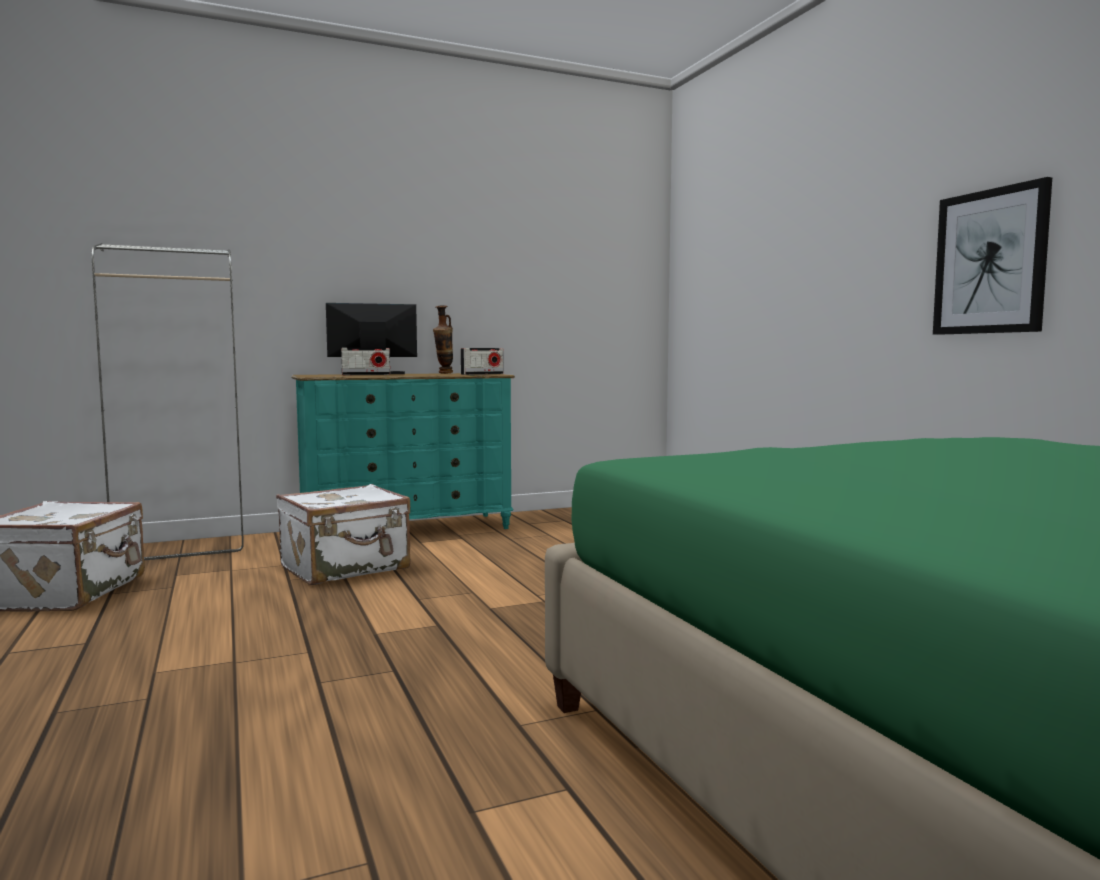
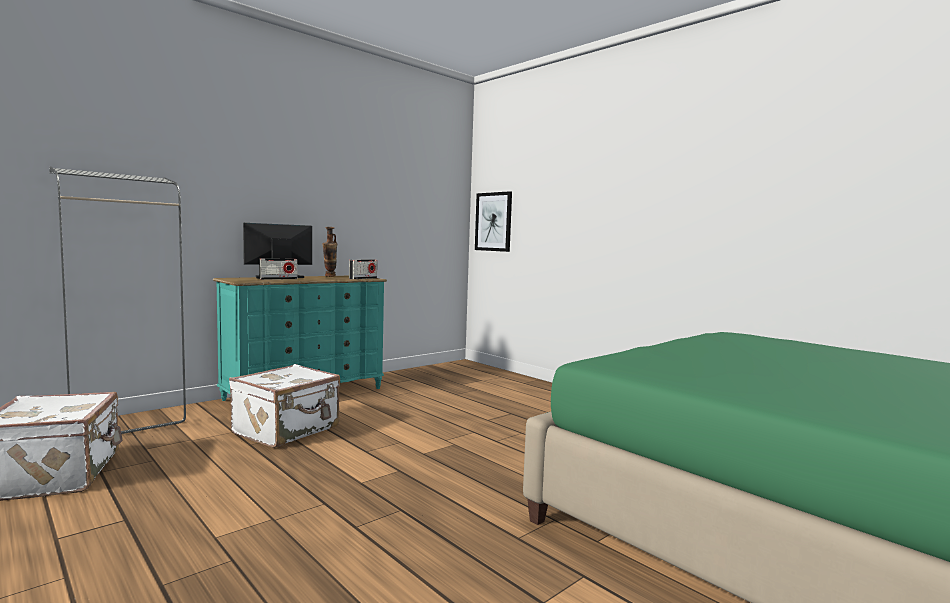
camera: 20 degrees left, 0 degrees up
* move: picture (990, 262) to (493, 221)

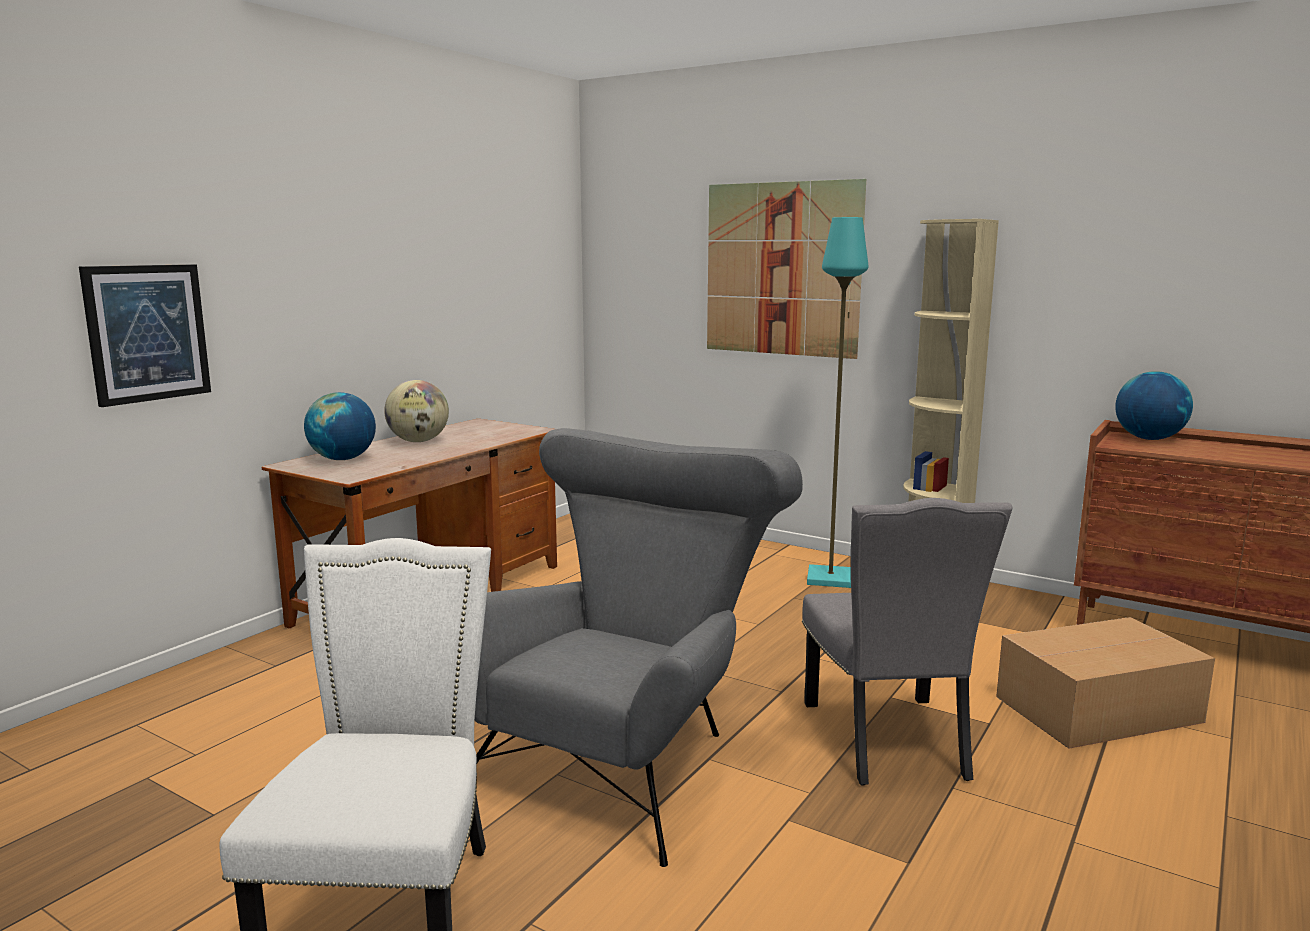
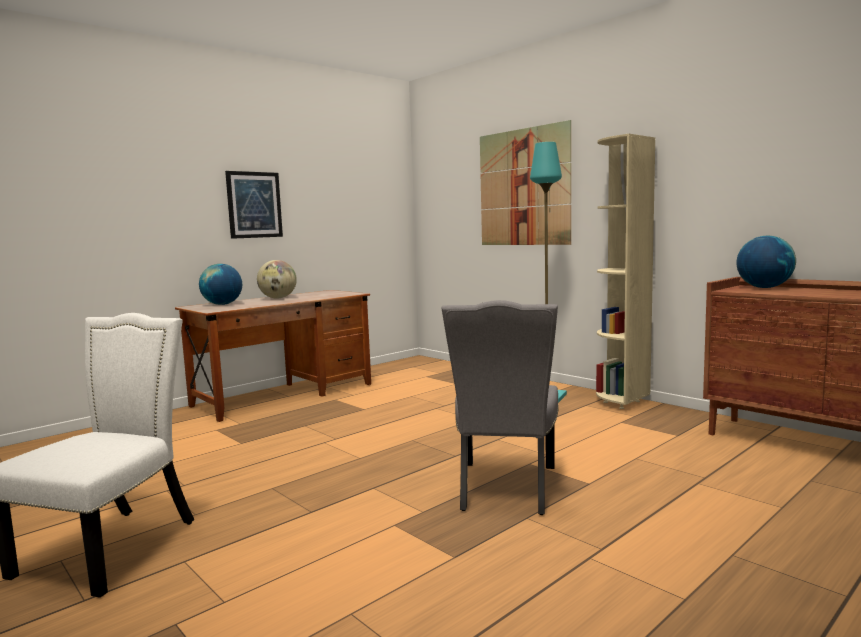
camera: 15 degrees right, 5 degrees down
* delete: grey armchair (624, 754)
* delete: cardboard box (1101, 709)
* move: picture (147, 333) to (254, 205)

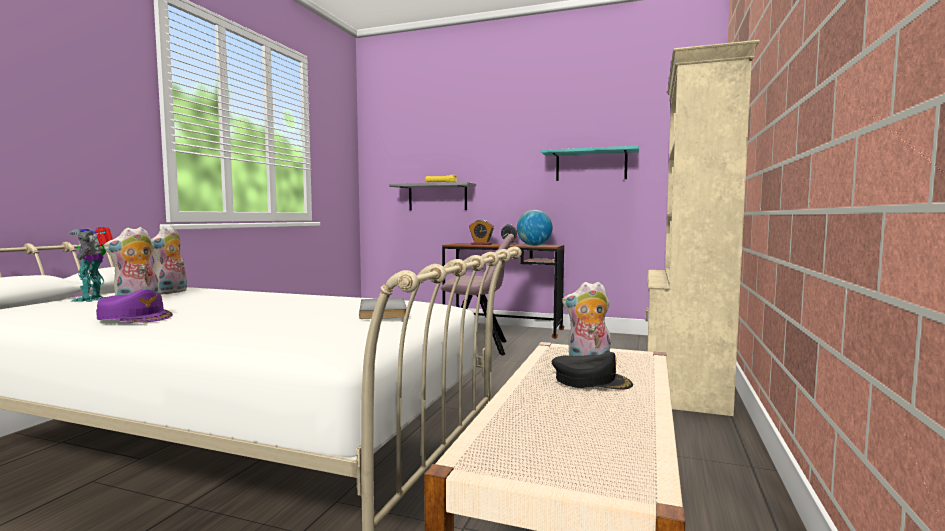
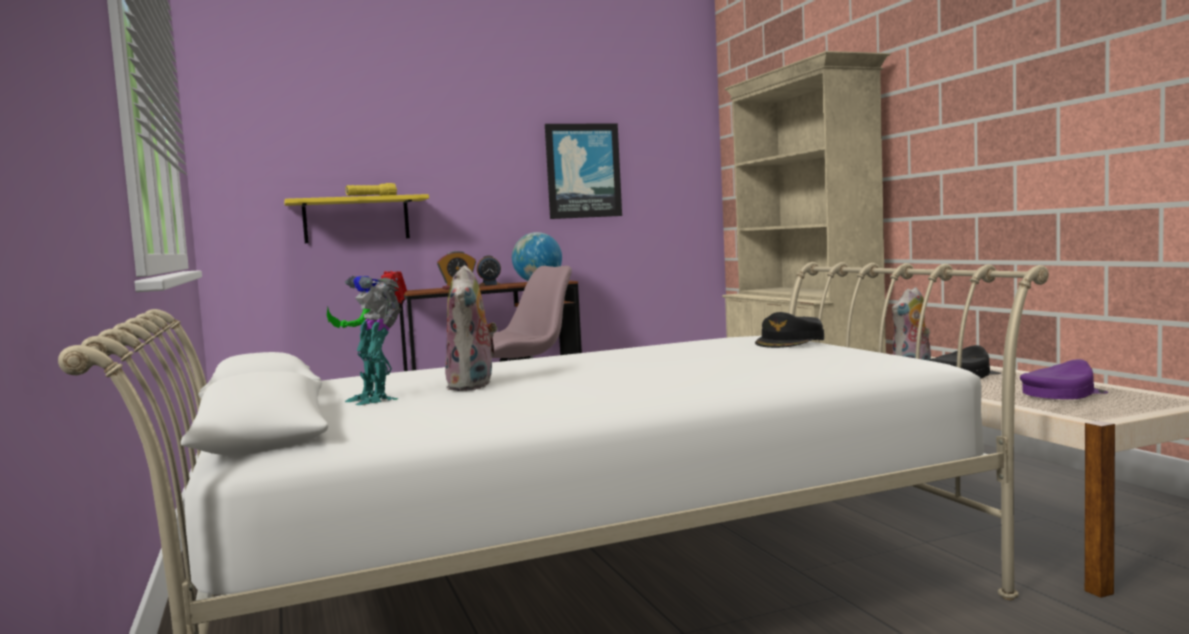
camera: 40 degrees left, 0 degrees up
* delete: plush toy (171, 292)
* move: purple cap (135, 317) to (1062, 393)
* replace: grey book (385, 311) to black cap (790, 342)
* replace: turquoise shelf (591, 165) to picture (583, 171)
* recolor: grey shelf (437, 197) to yellow shelf (356, 219)

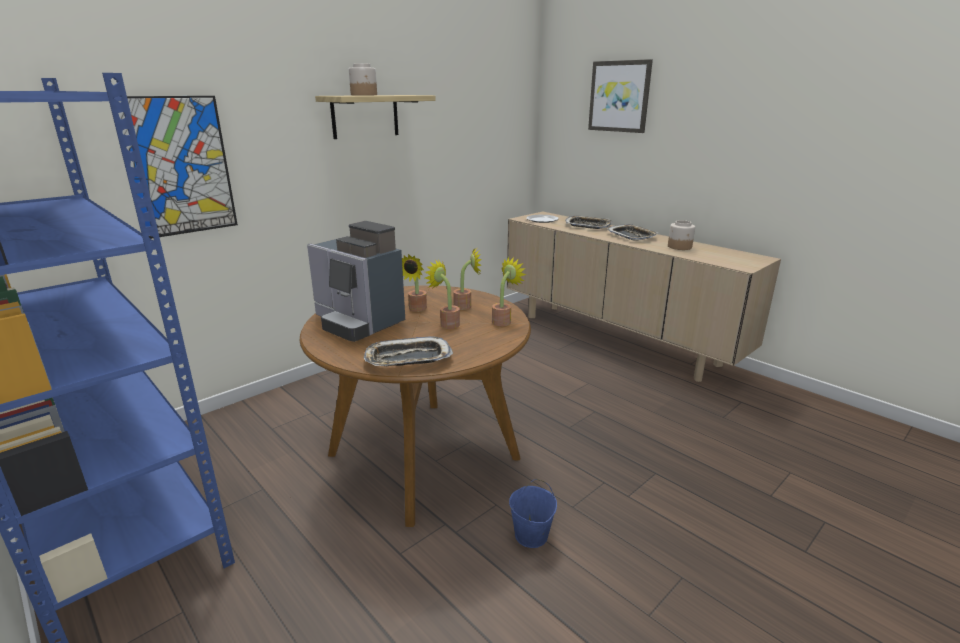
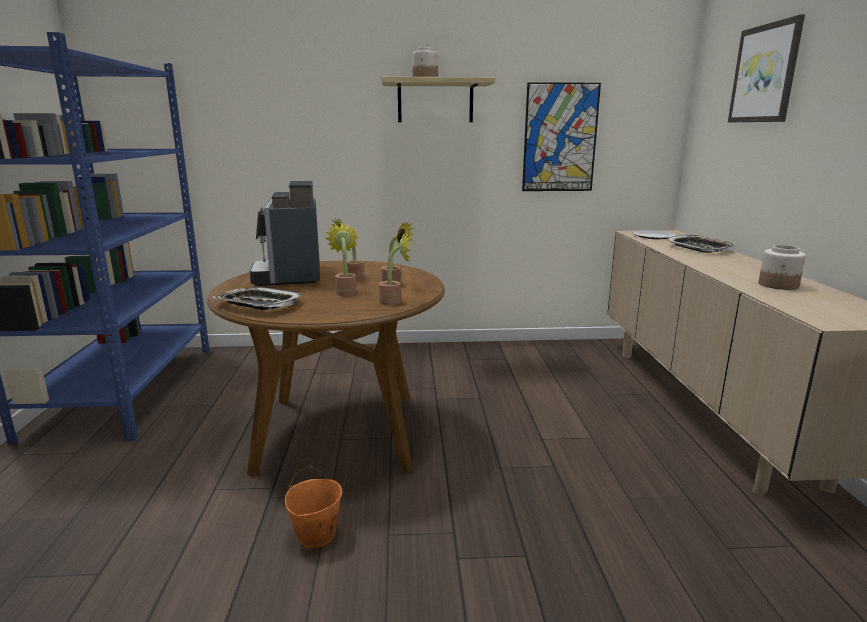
camera: 40 degrees right, 5 degrees down
* delete: tray (631, 236)
* move: picture (179, 166) to (560, 138)
* recolor: blue bucket (531, 535) to orange bucket (316, 535)

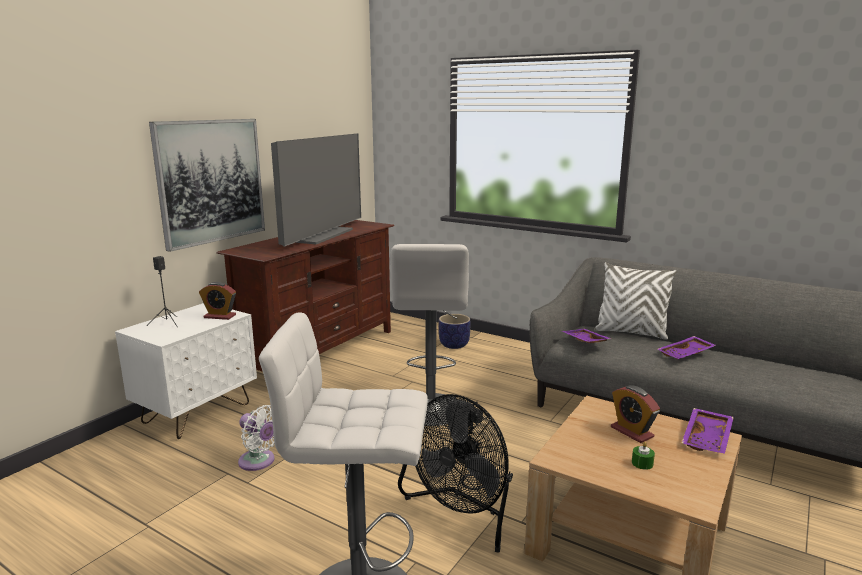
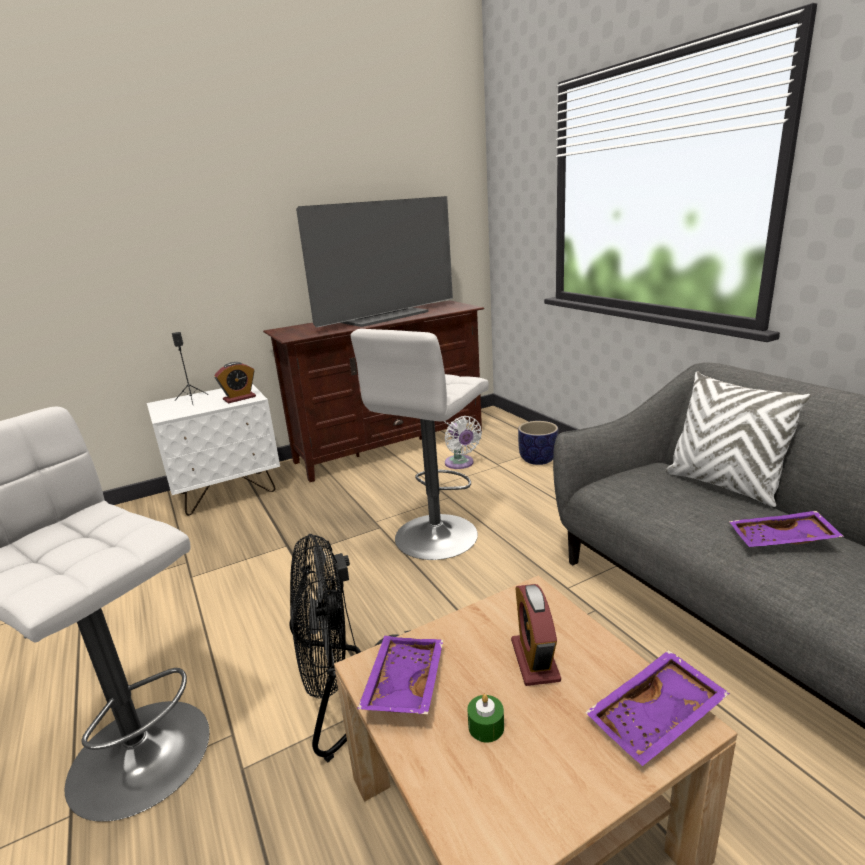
camera: 30 degrees right, 5 degrees up
* delete: picture (211, 181)
* move: white fan (259, 462) to (460, 464)
* move: purple tray (584, 341) to (403, 684)
* rotate: alarm clock (220, 316) = (239, 398) 75 degrees counterclockwise

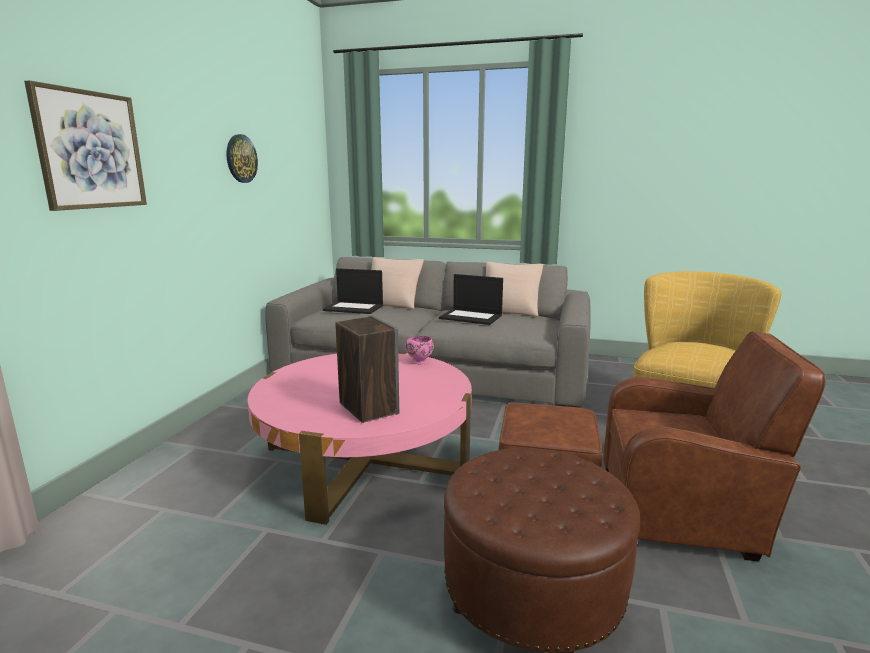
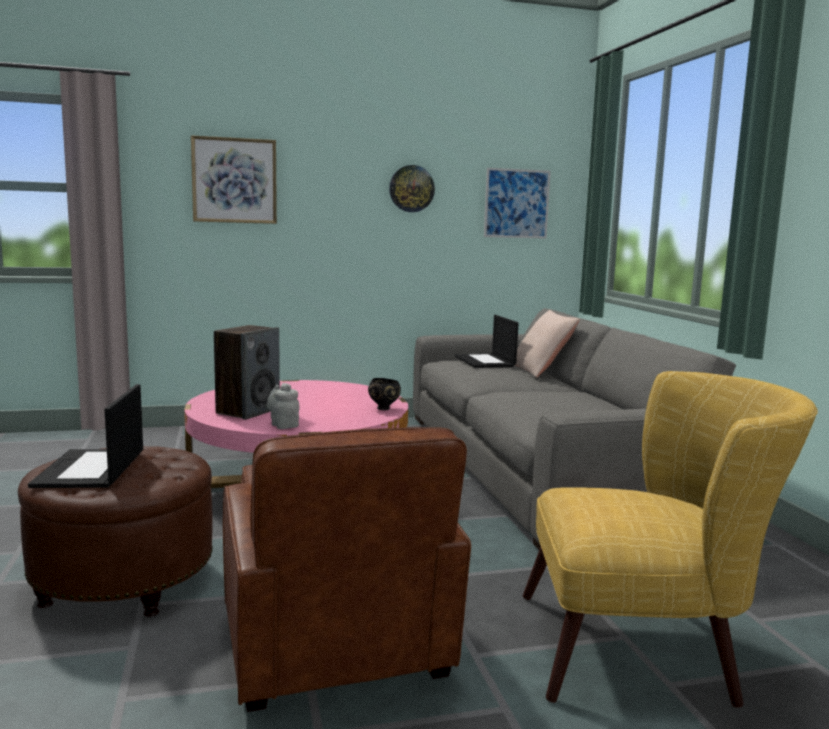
camera: 60 degrees right, 5 degrees down
* delete: beige pillow (510, 310)
* insert: grey teapot (283, 425)
* insert: picture (516, 203)
* move: laptop (471, 317) to (91, 469)
* recolor: pink bowl (420, 362) to black bowl (384, 408)

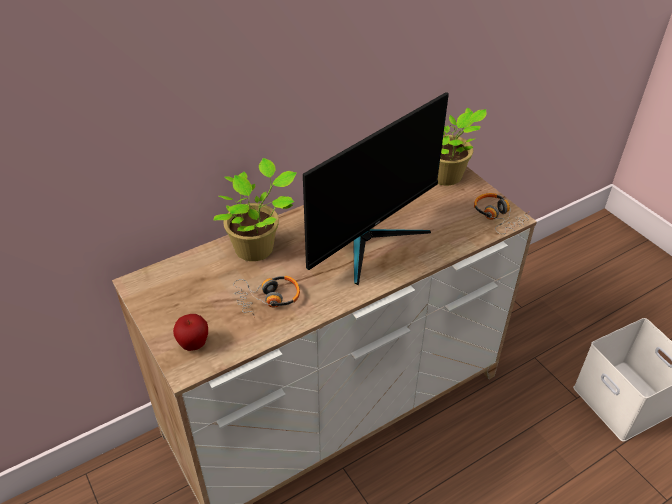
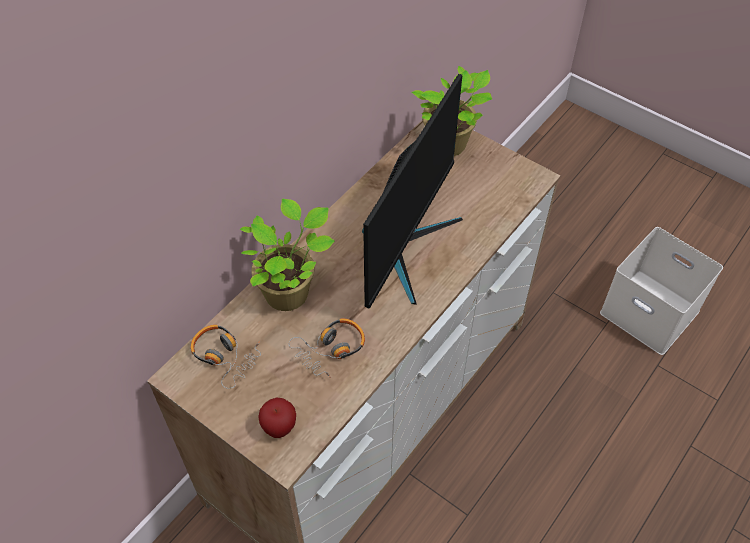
camera: 20 degrees left, 10 degrees up
* move: headphones (498, 217) to (225, 357)

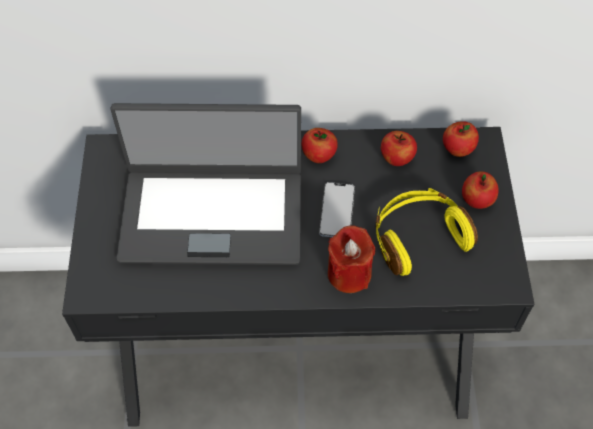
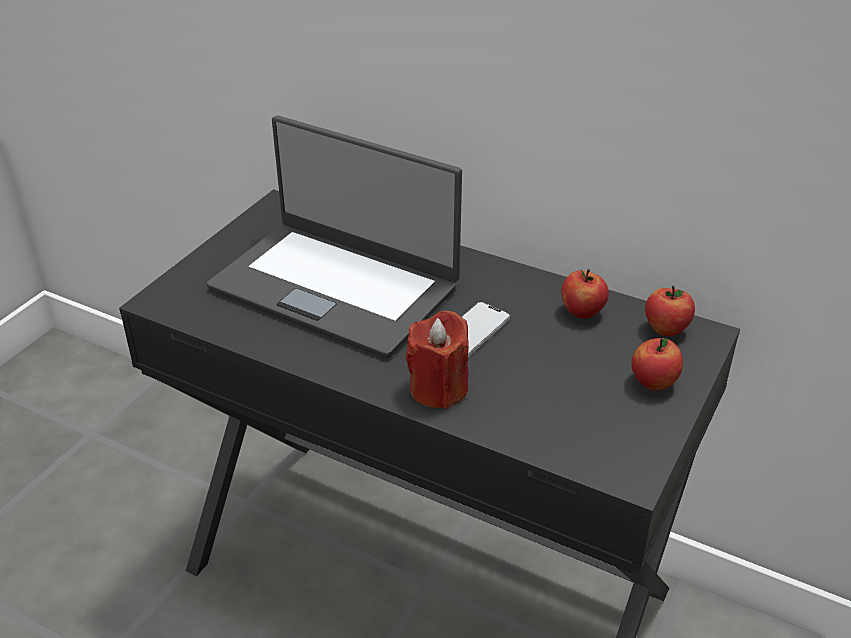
camera: 30 degrees right, 20 degrees down
* delete: apple (319, 156)
* delete: yellow headphones (418, 237)

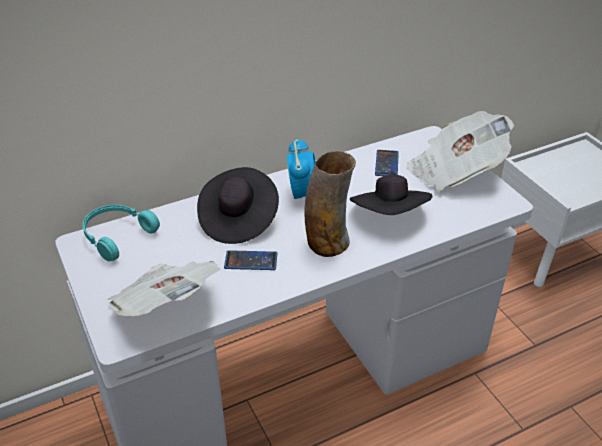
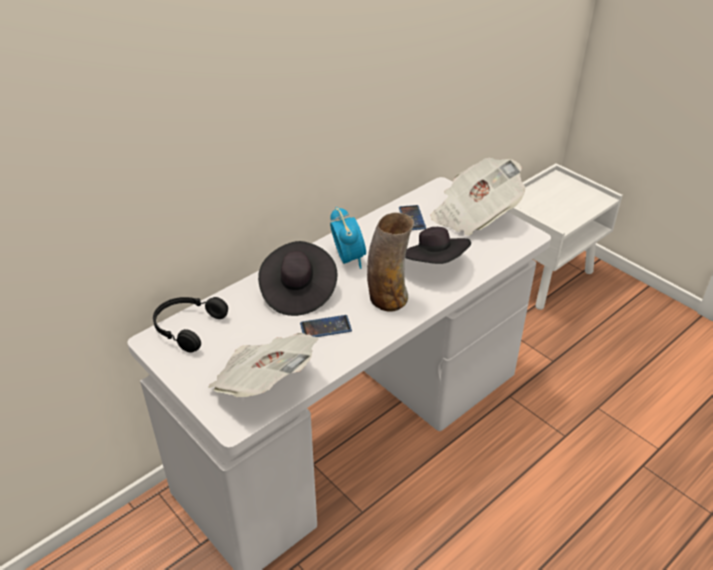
camera: 15 degrees left, 0 degrees up
* recolor: turquoise headphones (116, 236) to black headphones (187, 327)

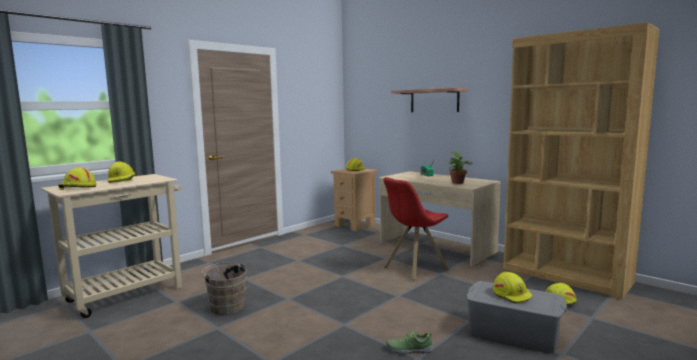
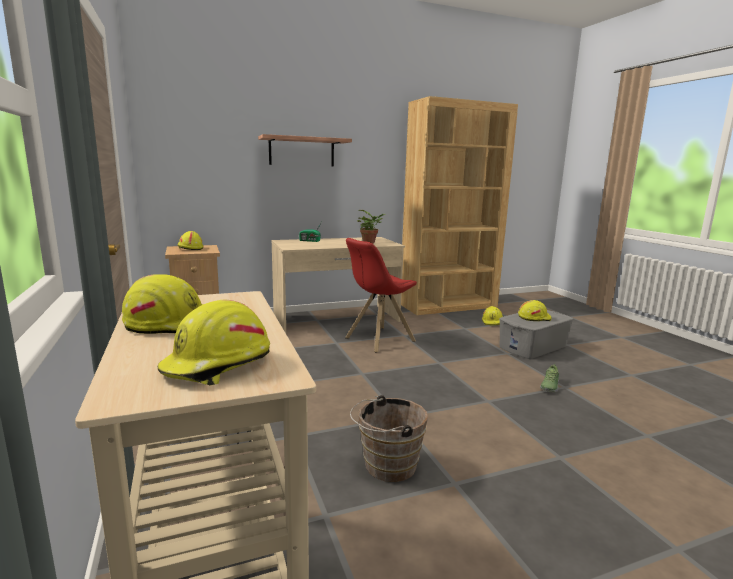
camera: 65 degrees left, 5 degrees up
* rotate: red chair (415, 268) = (379, 339) 60 degrees clockwise

